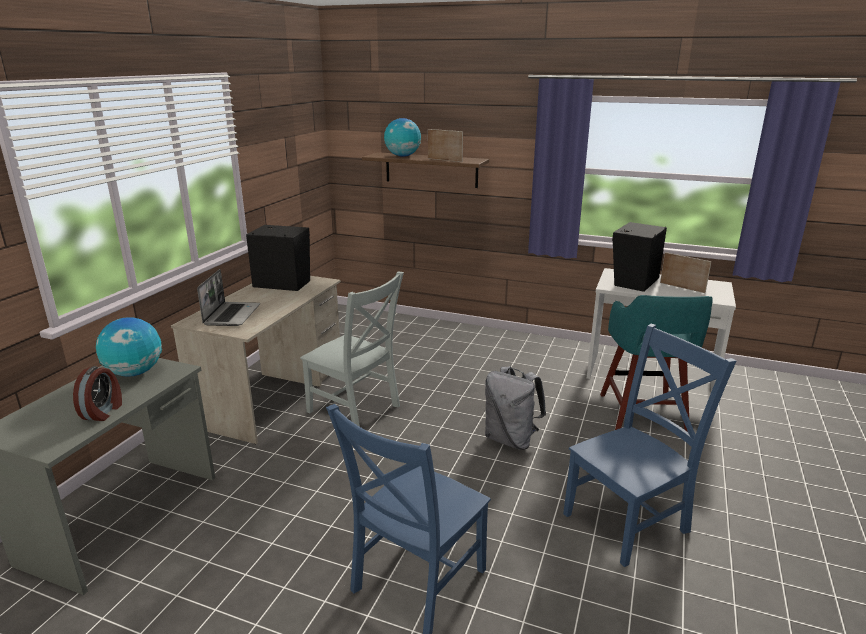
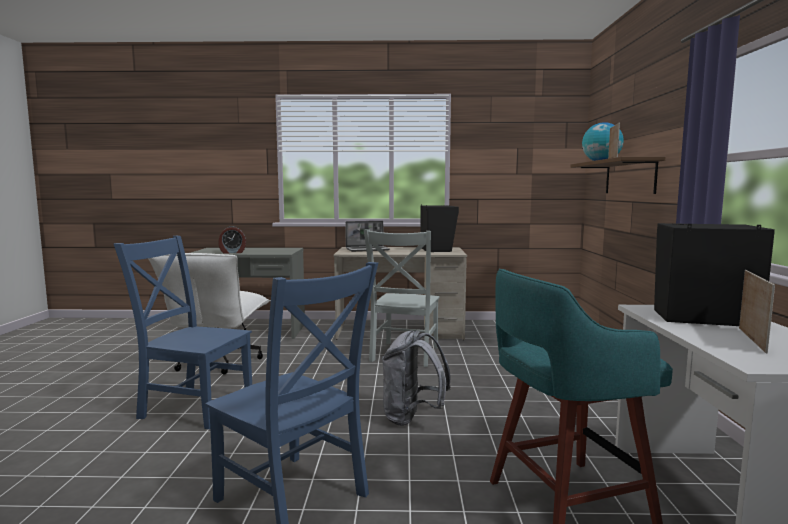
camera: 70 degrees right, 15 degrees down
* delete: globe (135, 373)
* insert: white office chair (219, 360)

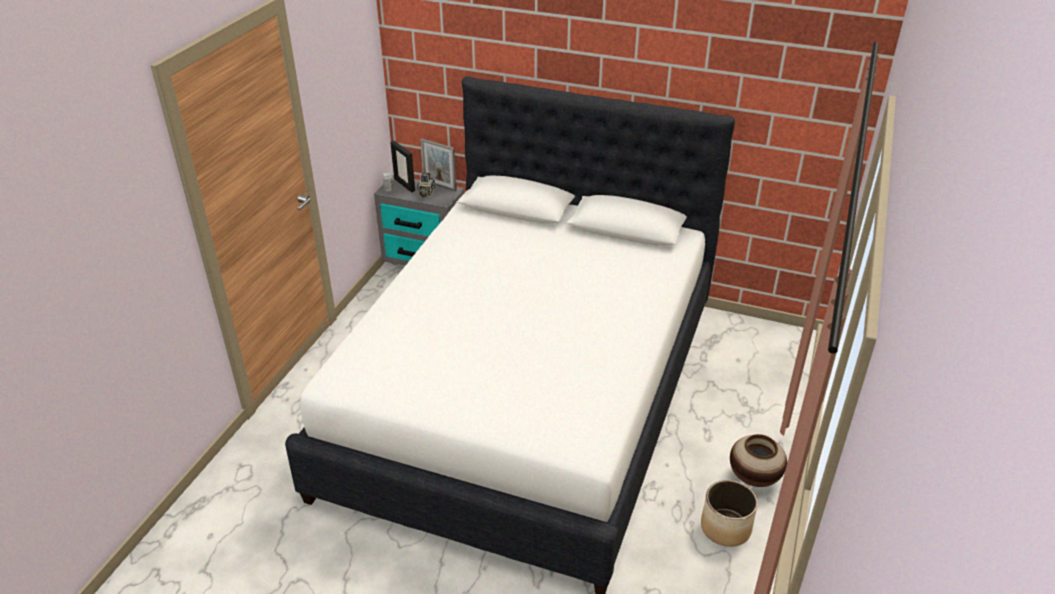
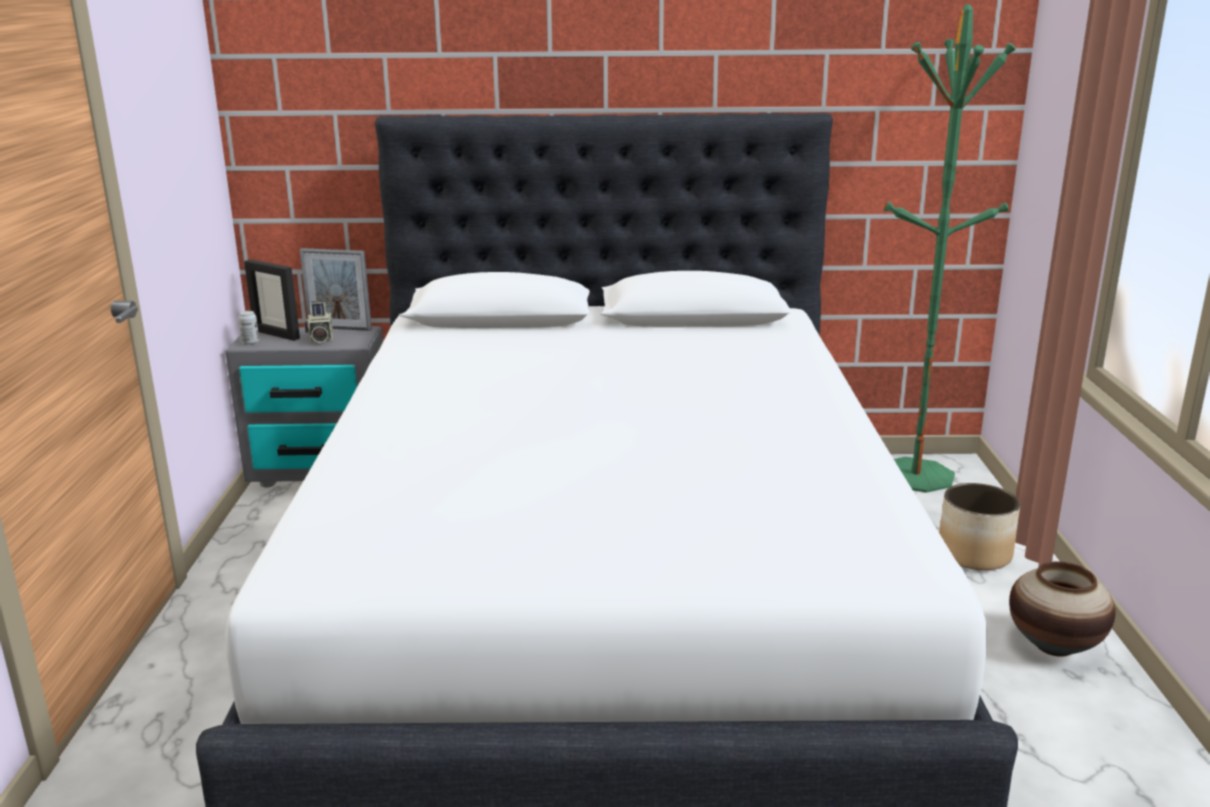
camera: 20 degrees left, 15 degrees down
* insert: green clothes rack (916, 475)
* move: planter (726, 528) to (975, 554)

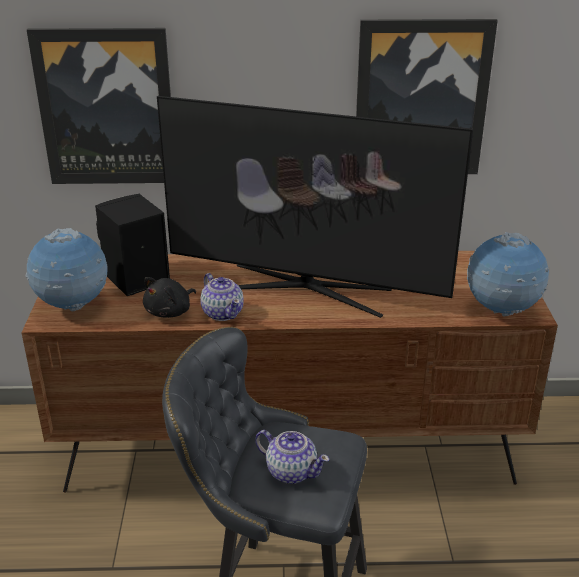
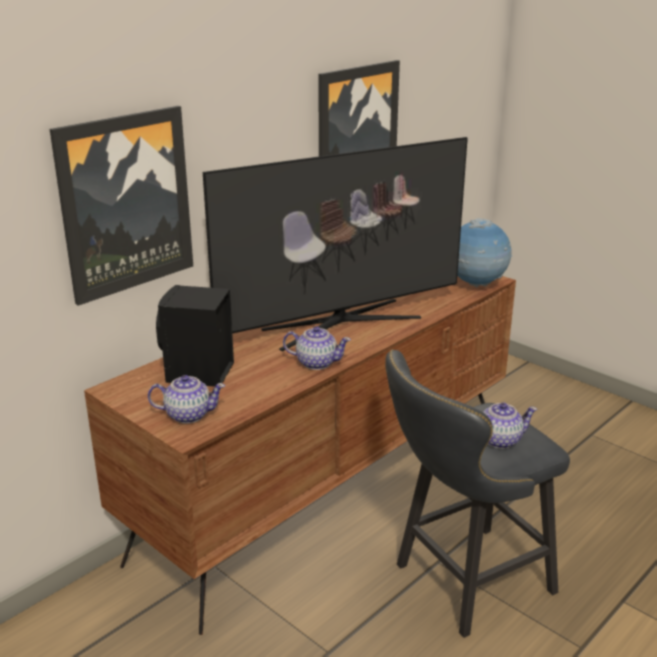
camera: 45 degrees left, 5 degrees down
* delete: black plush toy (170, 312)
* replace: globe (73, 306) to teapot (188, 415)

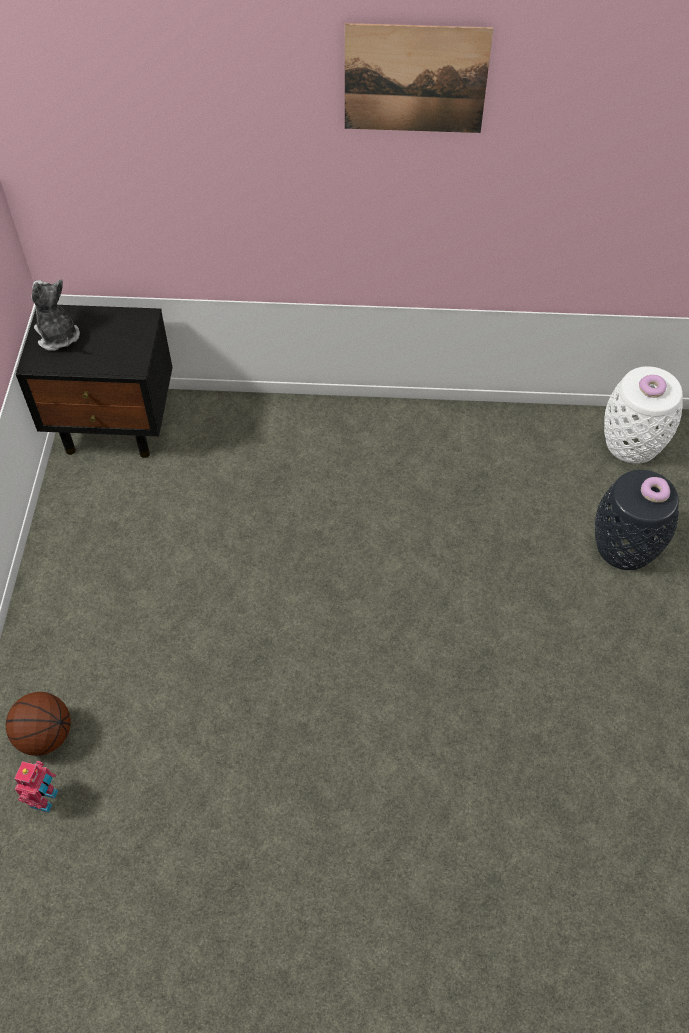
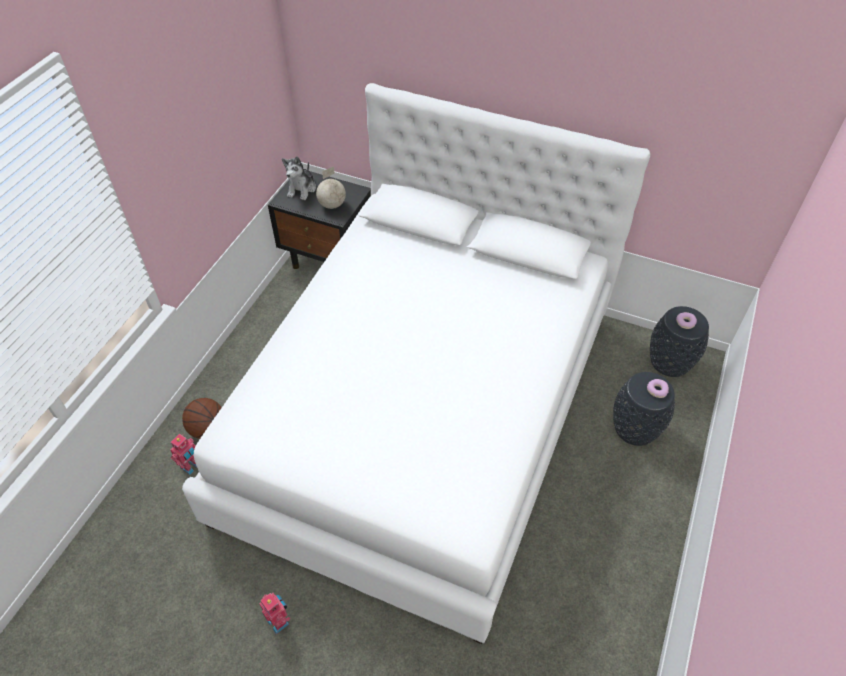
camera: 20 degrees right, 5 degrees down
* delete: picture (415, 79)
* insert: white bed (424, 412)
* insert: toy robot (279, 621)
* insert: globe (331, 205)
* recolor: white stool (632, 443) to black stool (670, 361)
* rotate: plush toy (57, 336) = (302, 189) 150 degrees counterclockwise

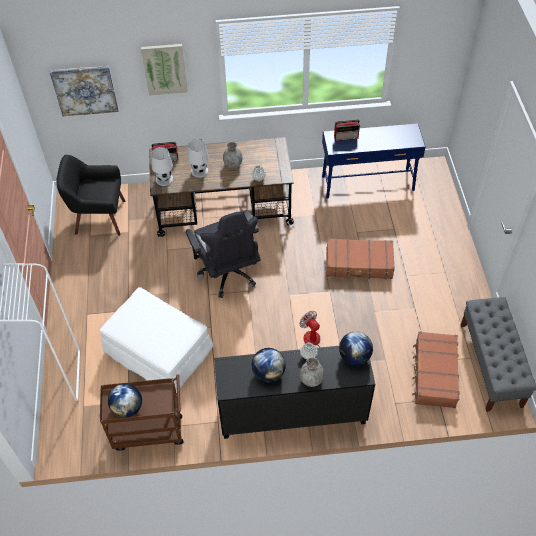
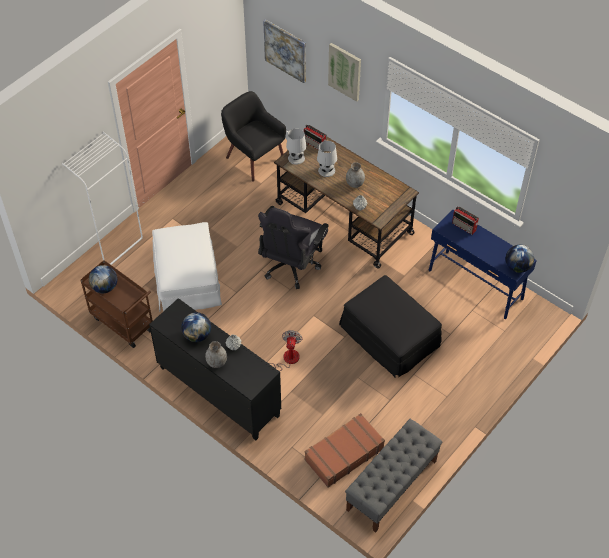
camera: 45 degrees right, 0 degrees up
* move: globe (354, 356) to (517, 267)
* replace: brown suitcase (359, 264) to black ottoman (390, 336)

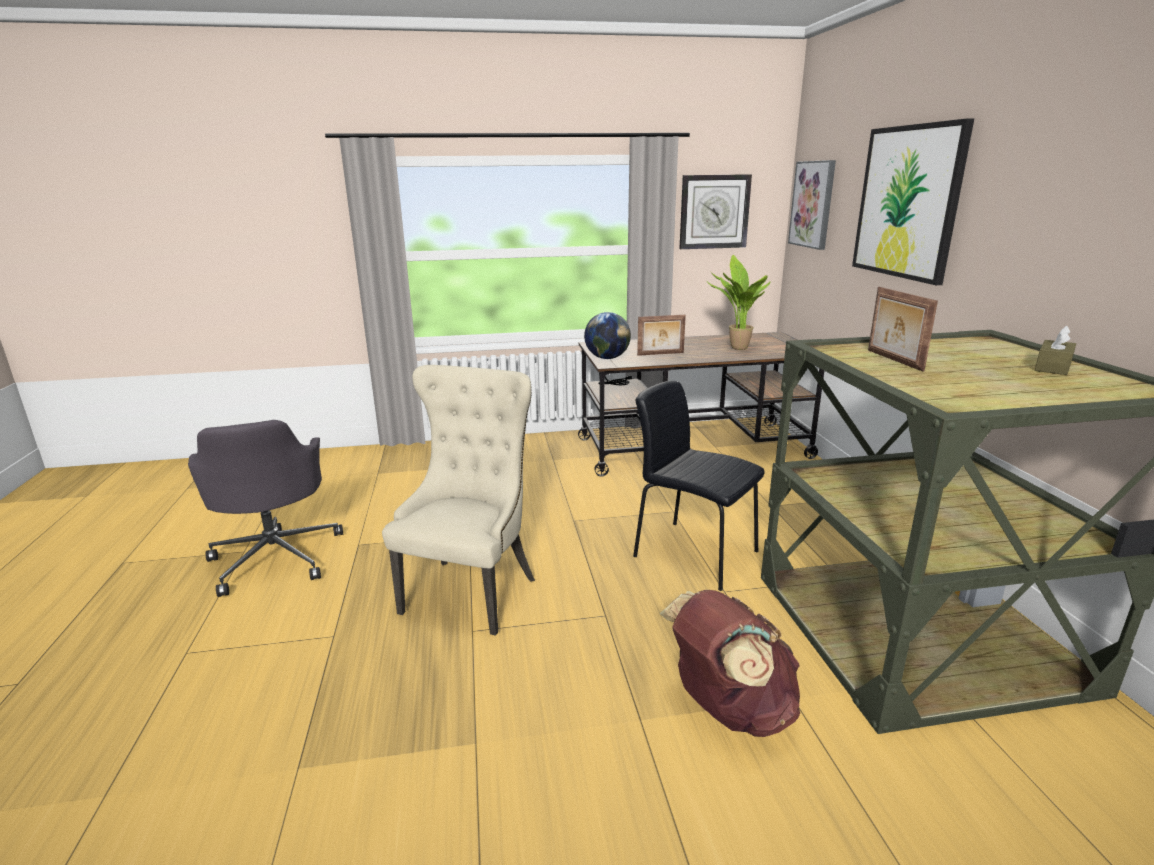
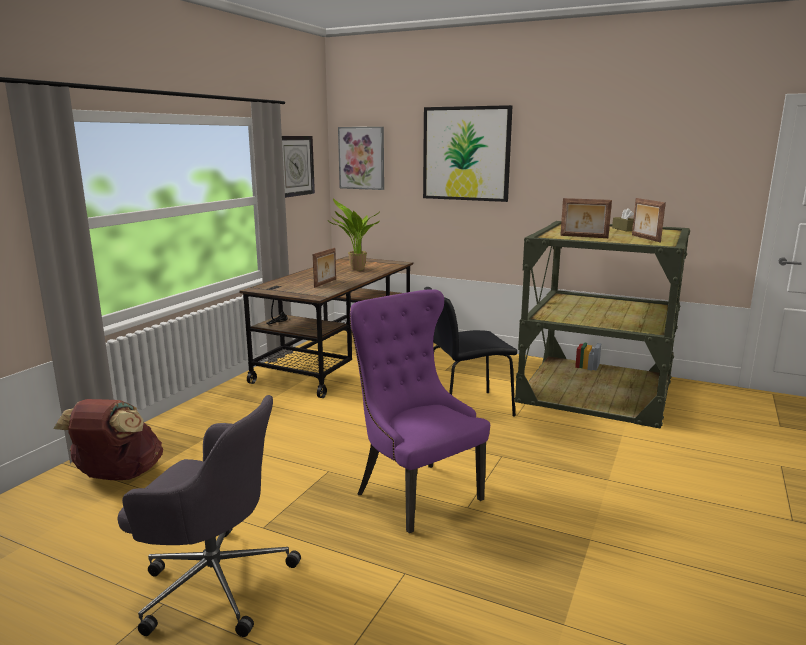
camera: 55 degrees left, 5 degrees down
* delete: globe (607, 358)
* insert: picture frame (645, 238)
* move: brown backpack (728, 709) to (117, 476)
* recolor: beige chair (470, 593) to purple chair (417, 495)

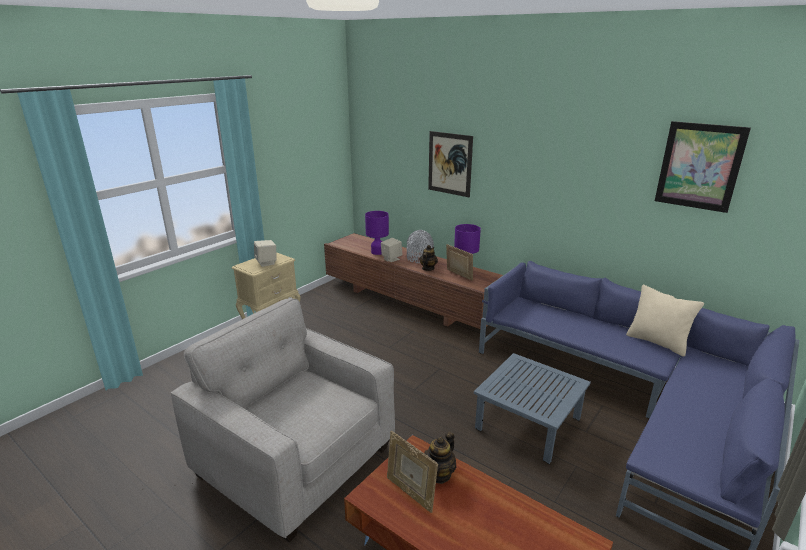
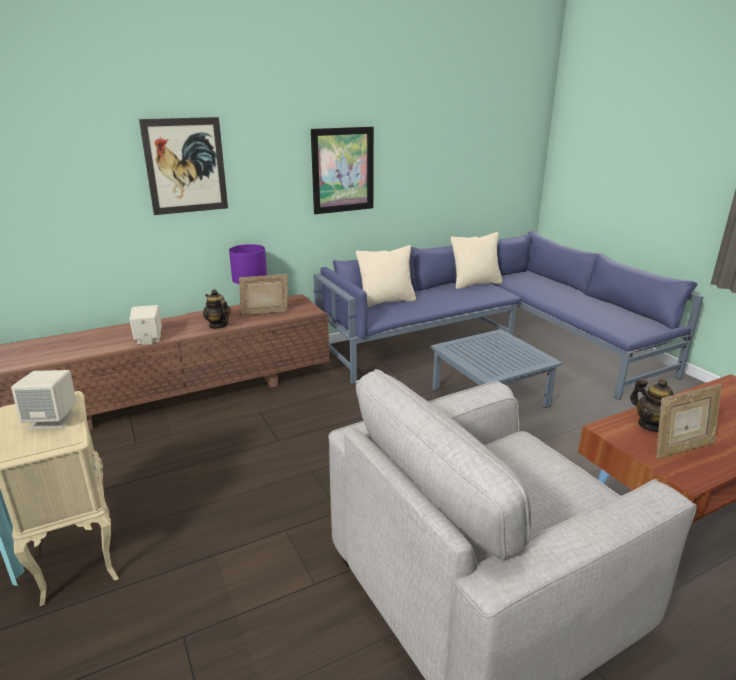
camera: 65 degrees left, 0 degrees up
* delete: purple table lamp (377, 252)
* delete: grey vase (419, 258)
* insert: beige pillow (386, 301)
* move: picture (699, 166) to (343, 170)

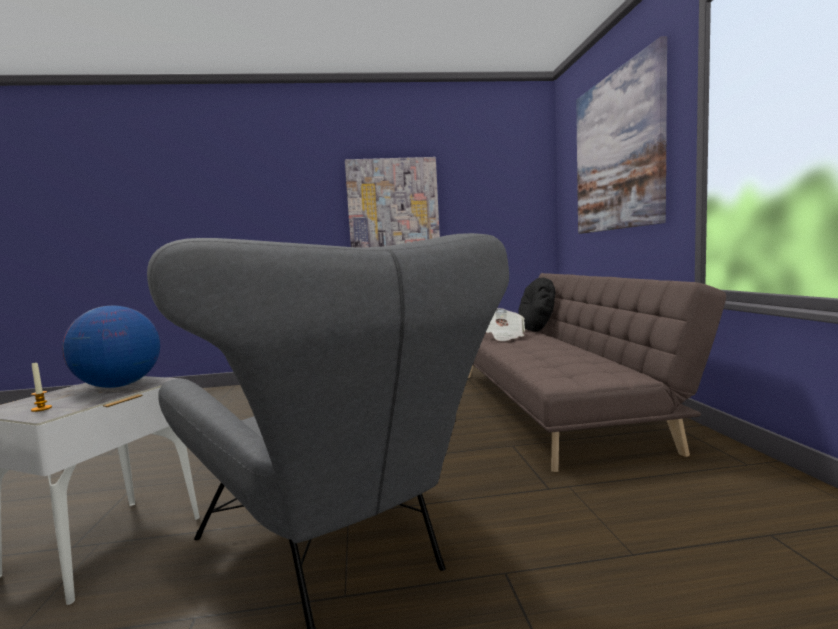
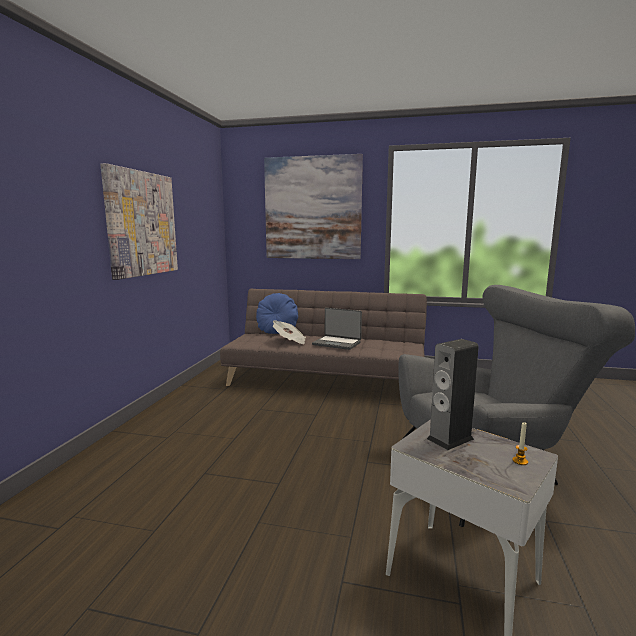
camera: 70 degrees left, 5 degrees up
* insert: laptop (337, 343)
* replace: globe (118, 386) to speaker (450, 439)
* recolor: black pillow (536, 330) to blue pillow (277, 333)

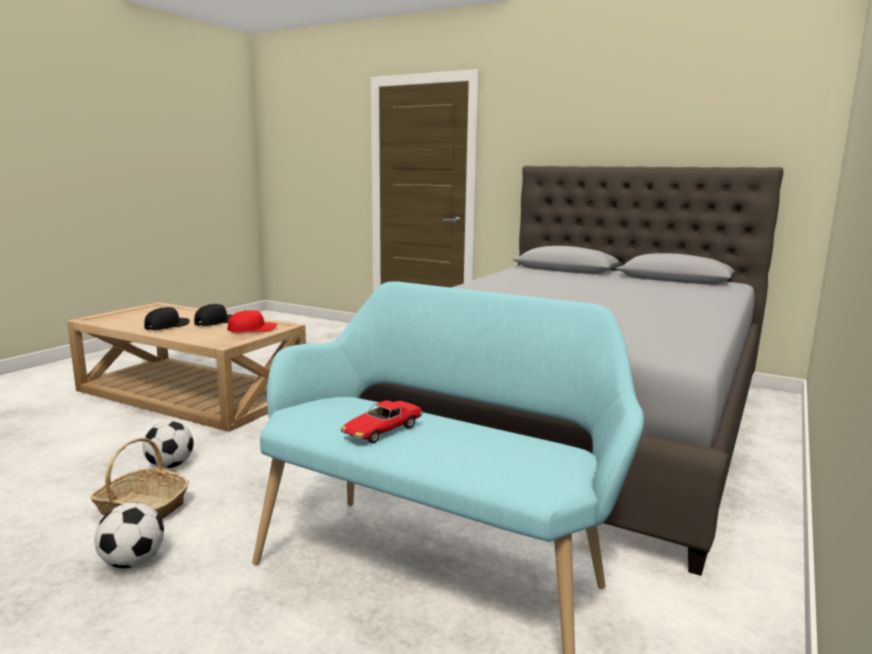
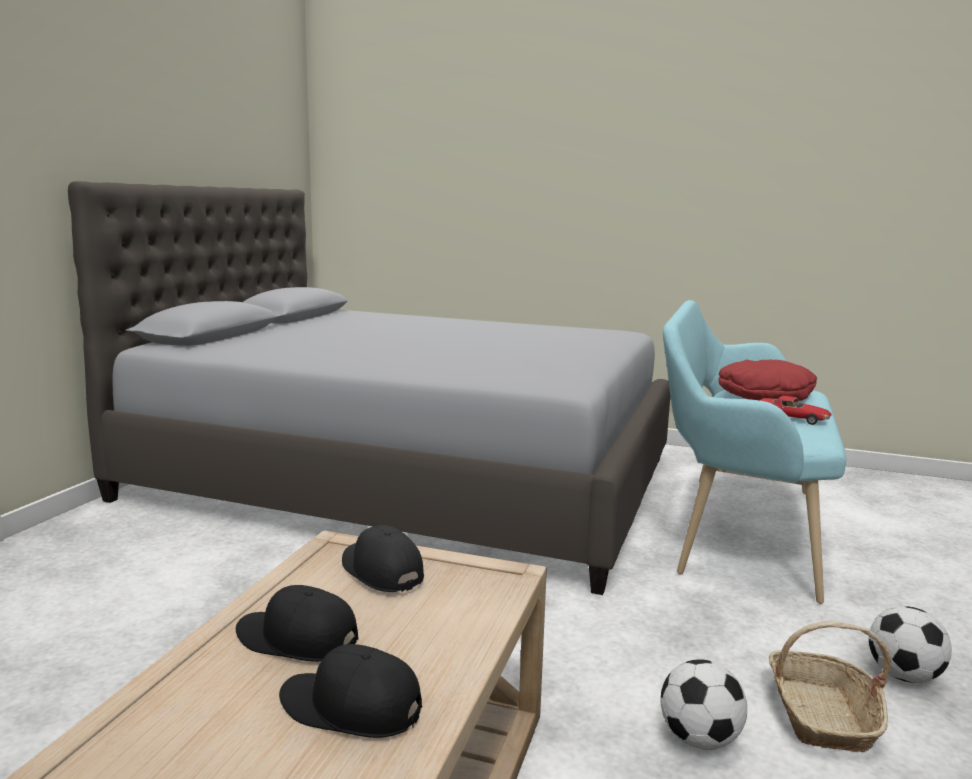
camera: 100 degrees left, 0 degrees up
* insert: red pillow (763, 395)
* recolor: red cap (252, 329) to black cap (381, 571)

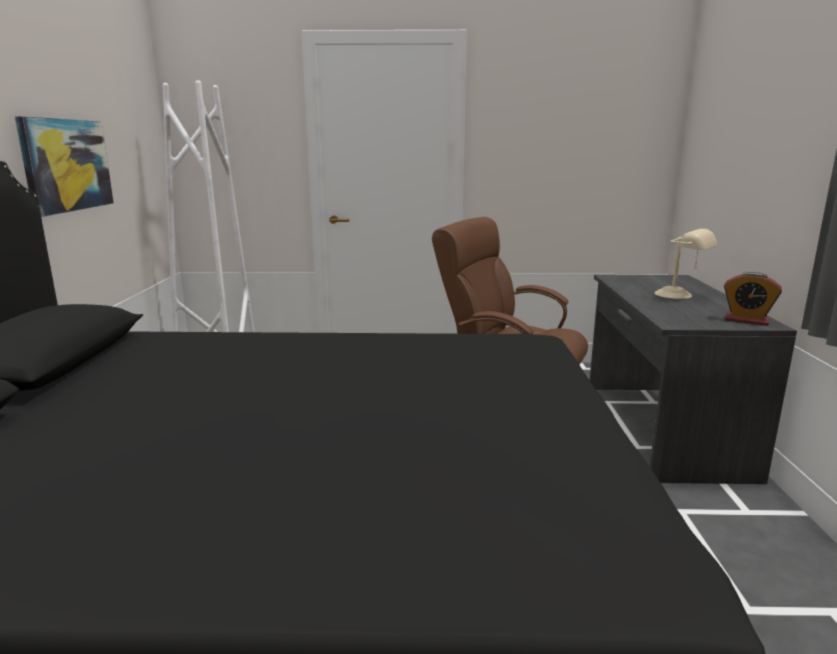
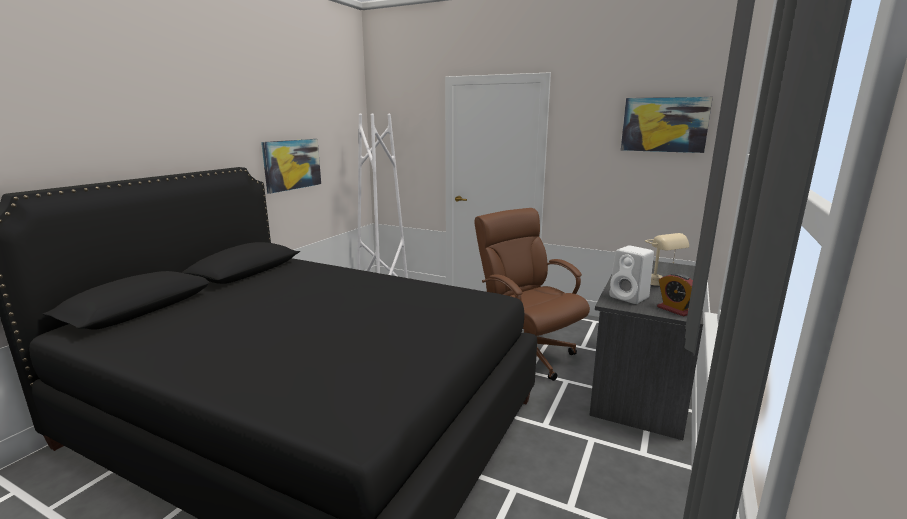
camera: 25 degrees right, 0 degrees up
* insert: white speaker (630, 297)
* insert: picture (664, 124)

